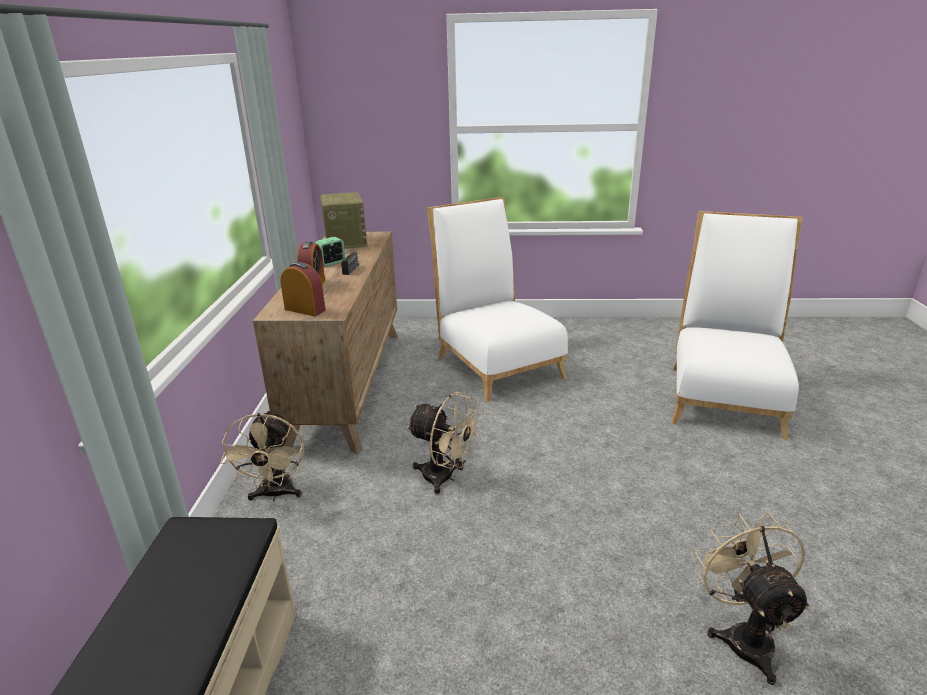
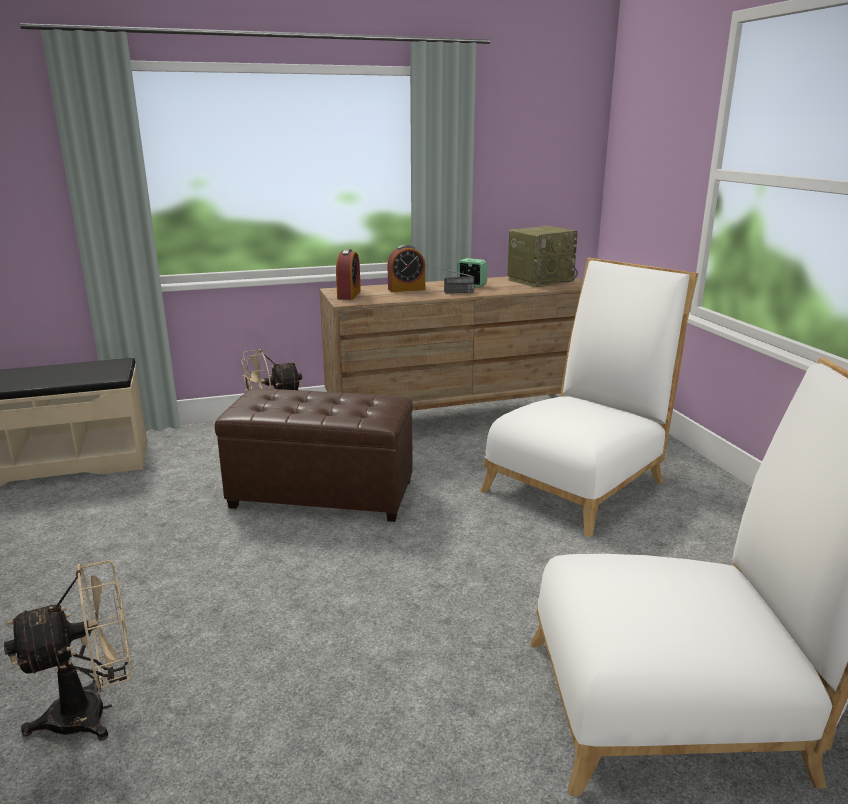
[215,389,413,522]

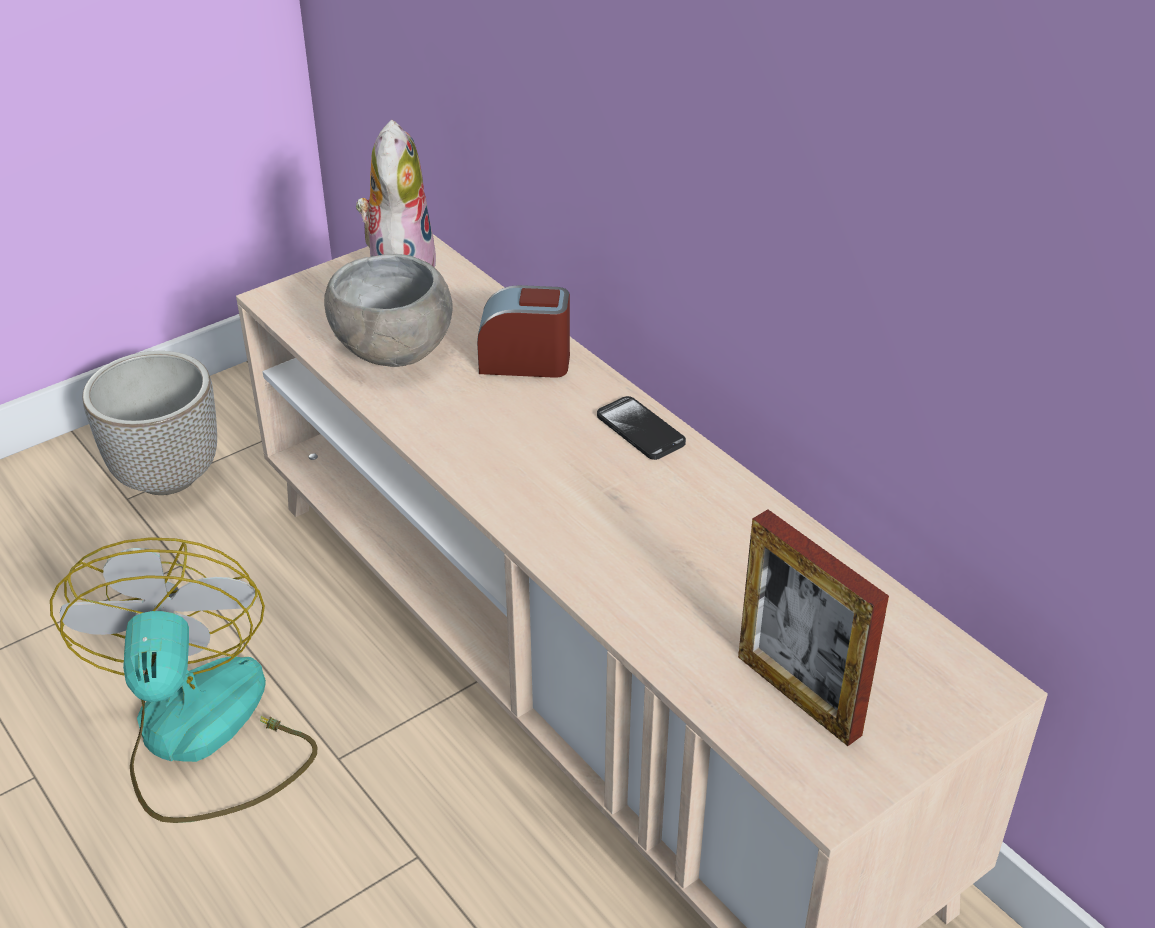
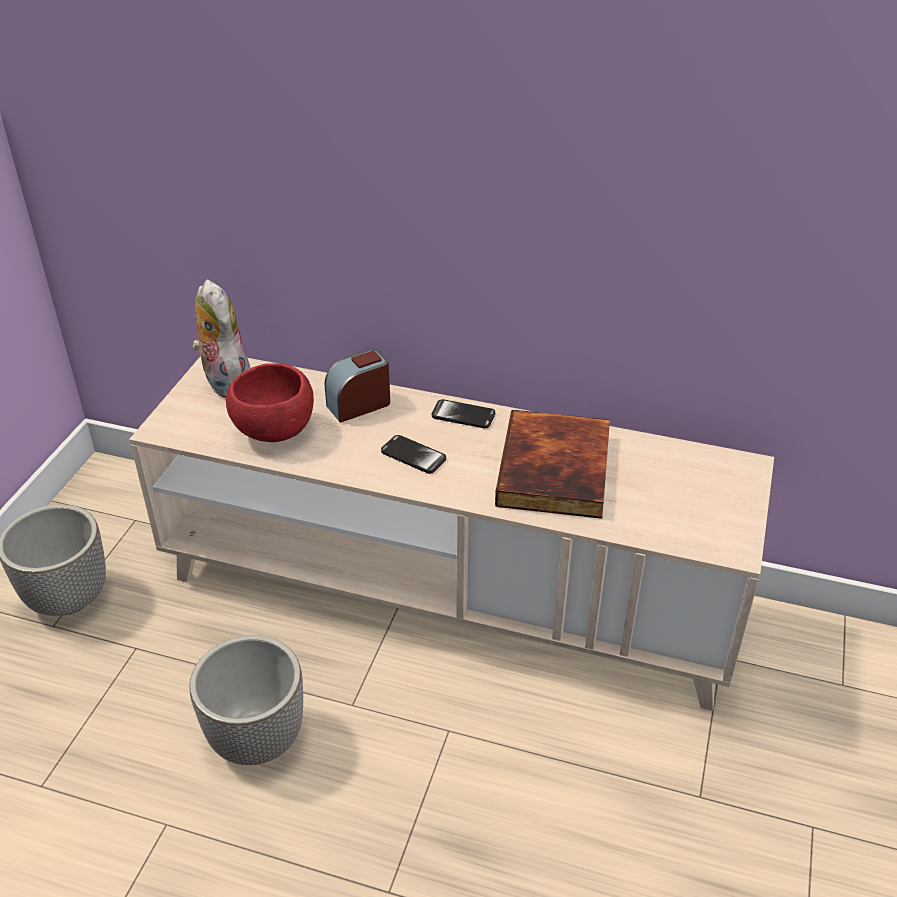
[226,363,314,442]
[738,509,889,746] (first image)
[189,635,303,765]
[495,410,610,519]
[381,435,446,474]

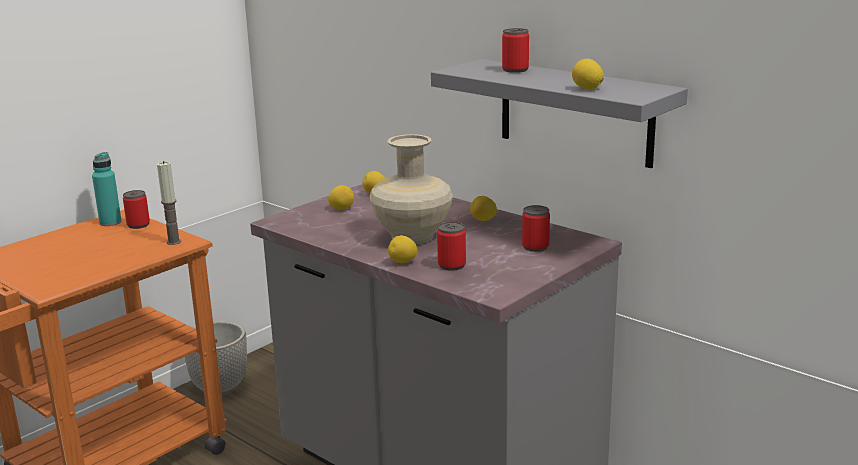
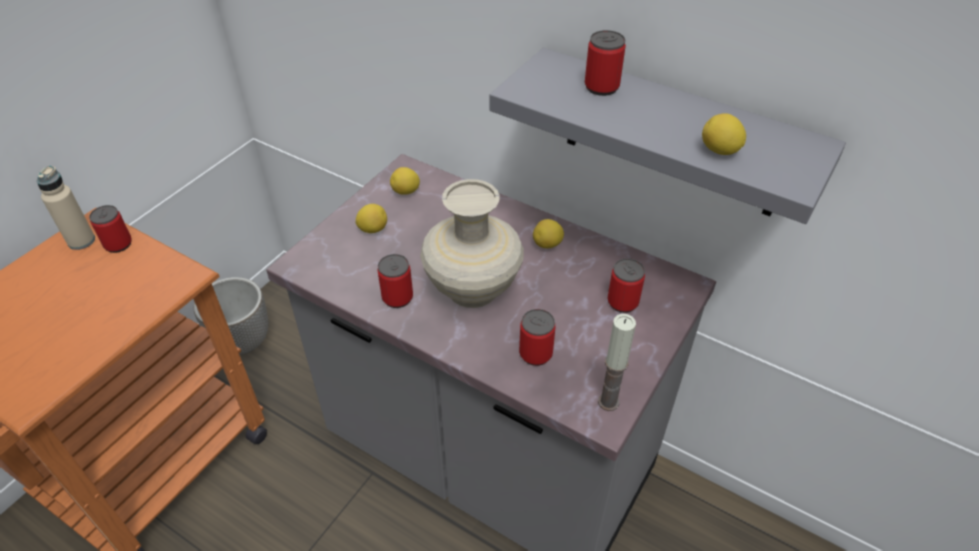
[37,166,95,250]
[598,314,636,411]
[388,235,417,263] (first image)
[378,254,413,308]

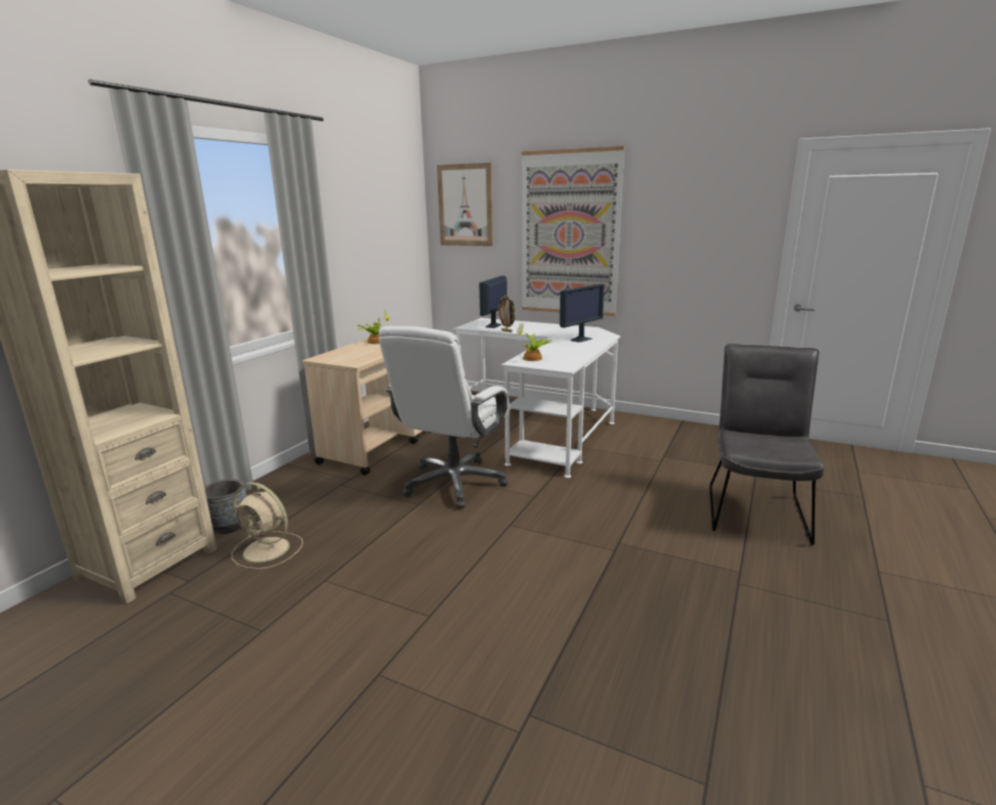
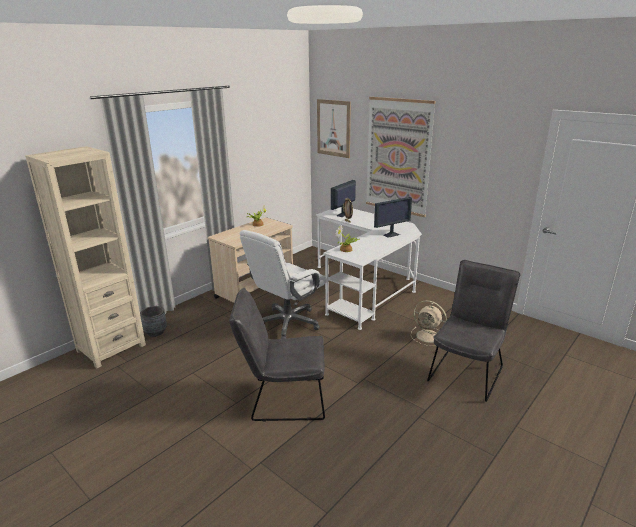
[411,300,447,346]
[229,288,325,422]

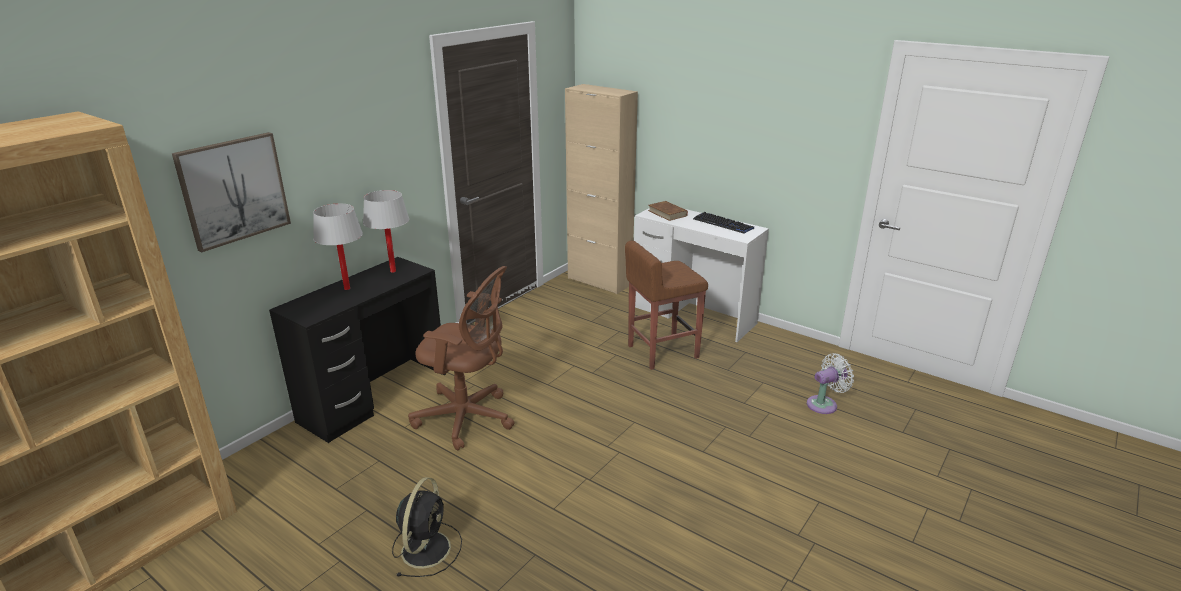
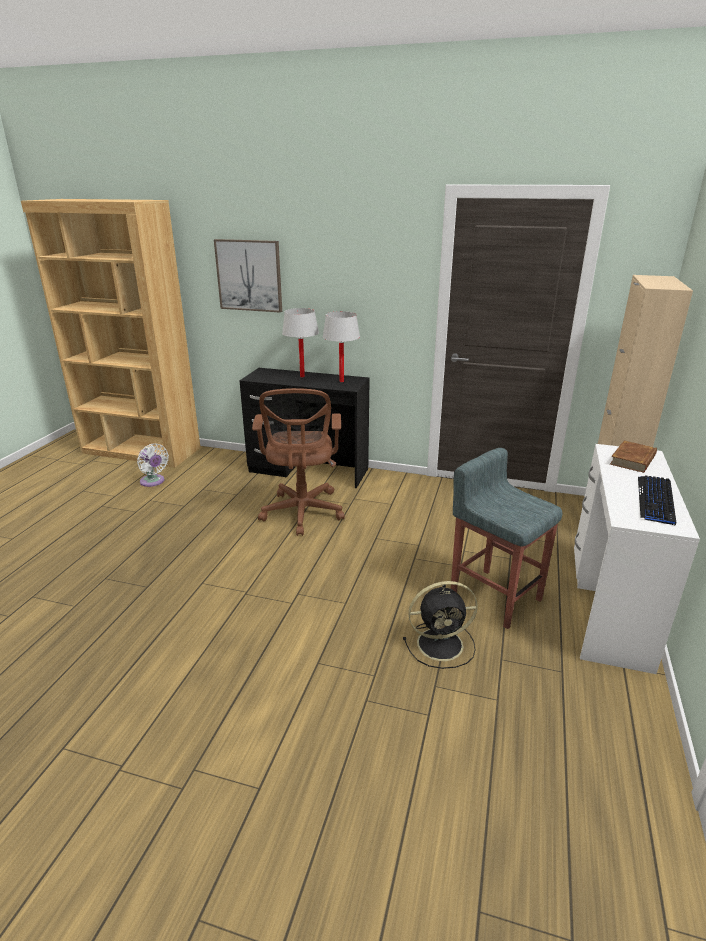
[451,448,562,629]
[137,444,169,487]
[403,581,478,669]

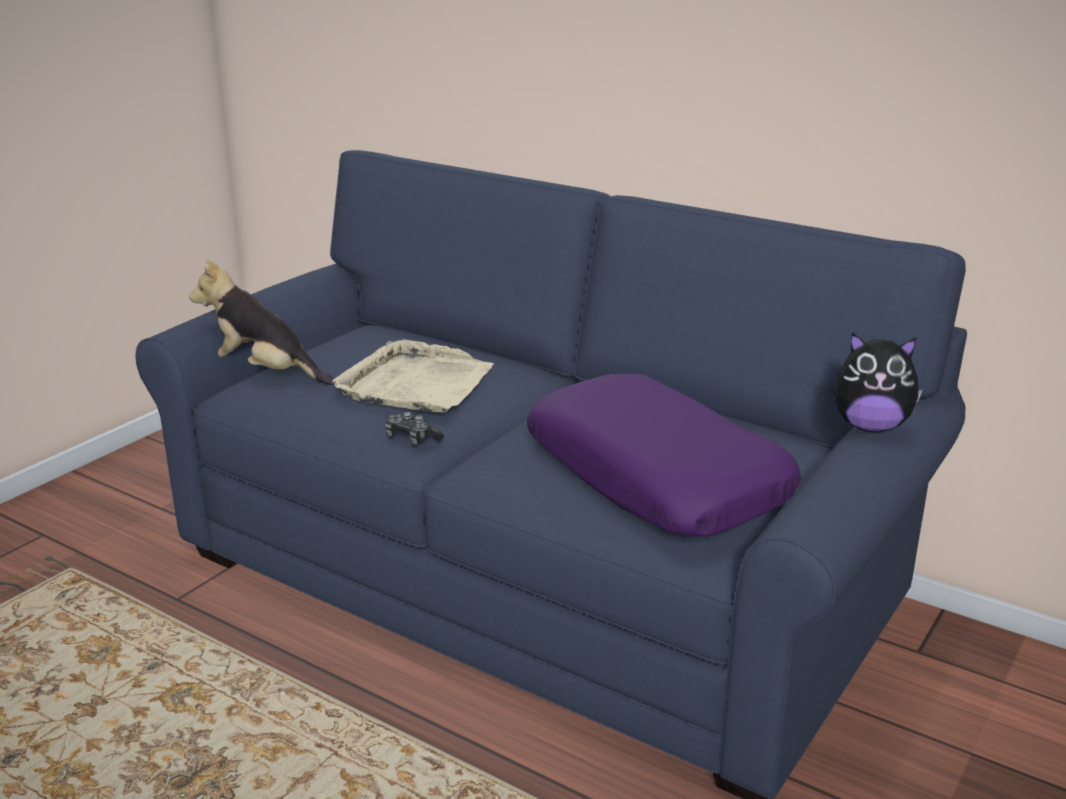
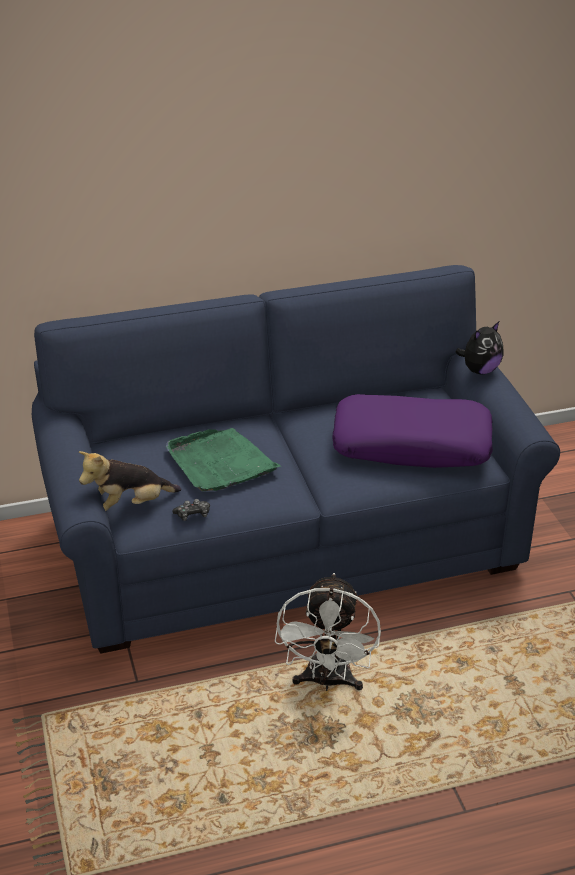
[166,428,281,491]
[172,499,210,521]
[275,573,381,691]

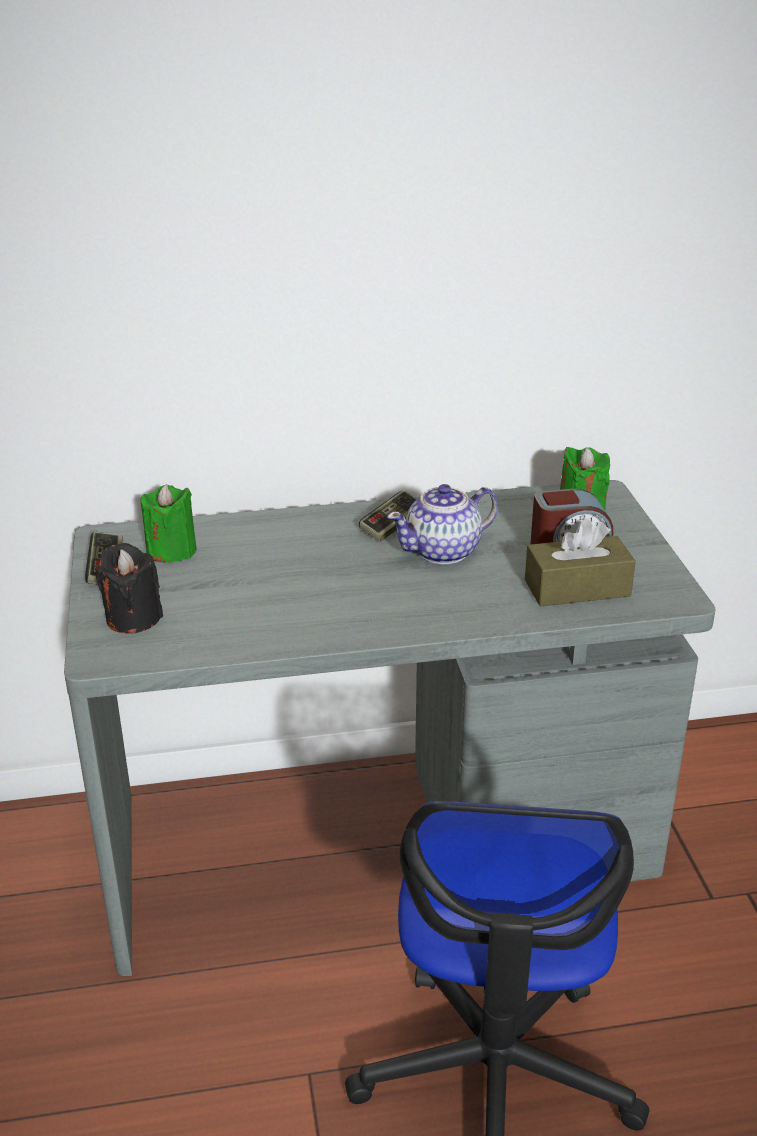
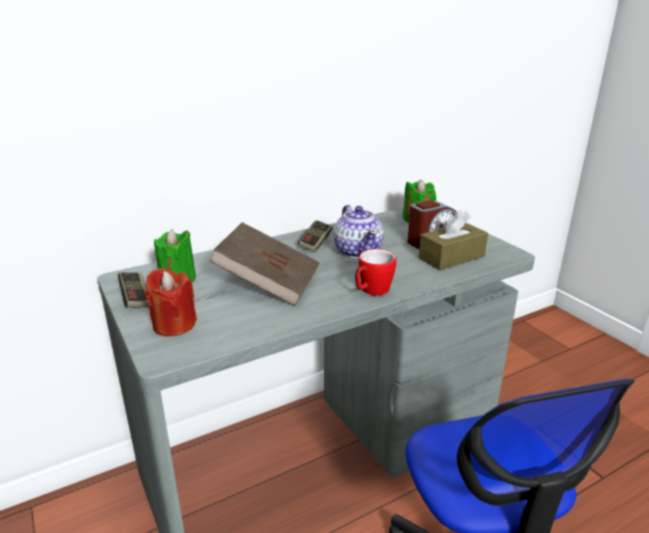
[333,205,384,259]
[145,268,197,336]
[210,222,320,306]
[355,249,396,296]

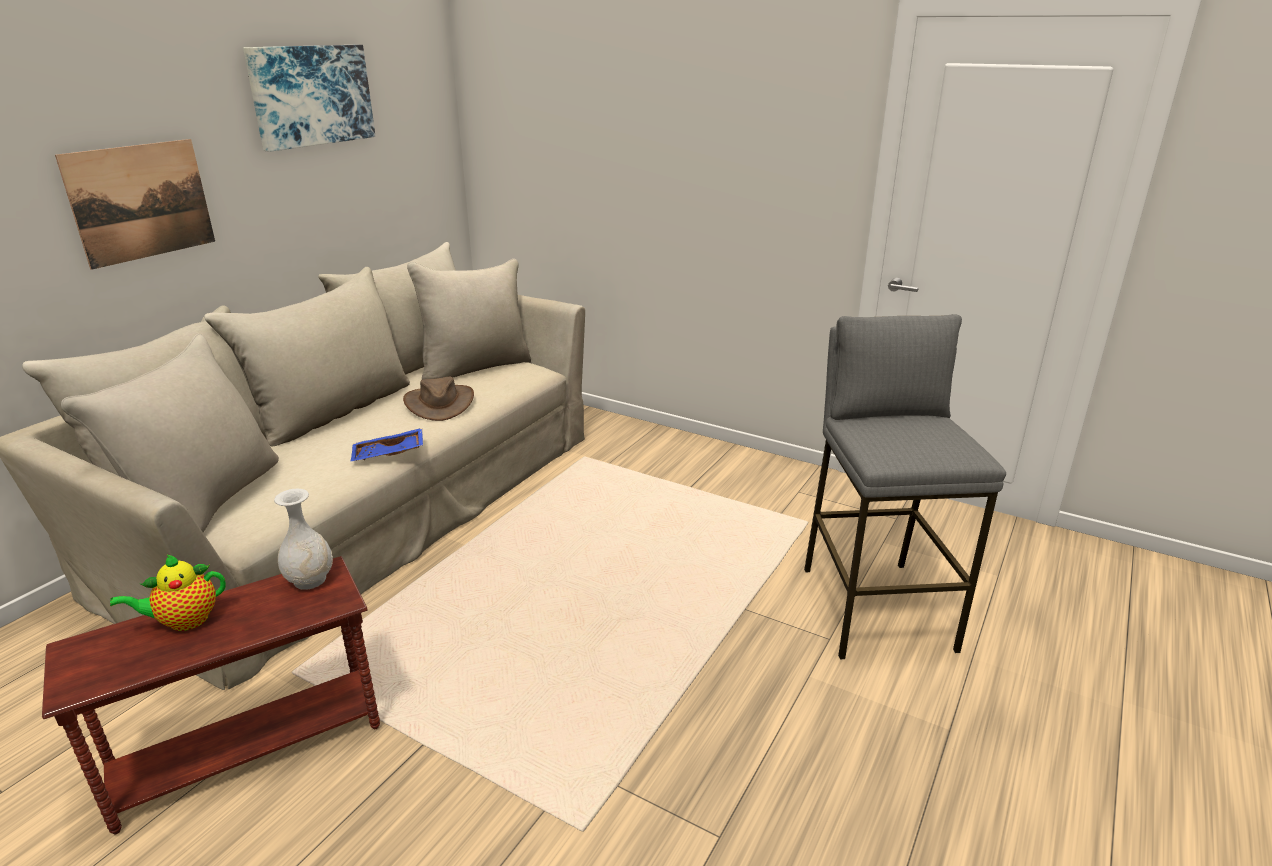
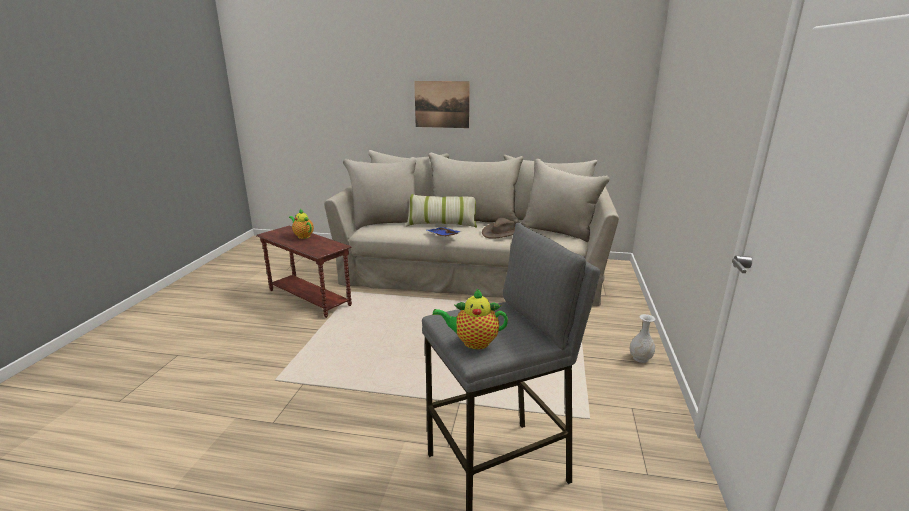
[243,45,376,152] (first image)
[630,314,656,363]
[406,194,477,228]
[433,288,508,349]

